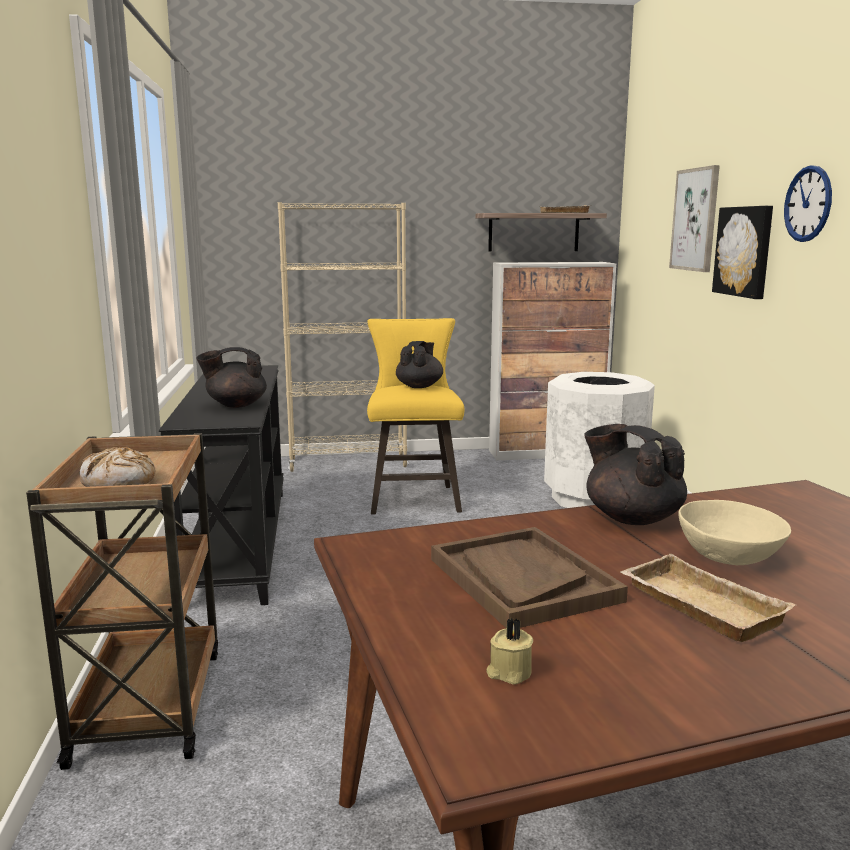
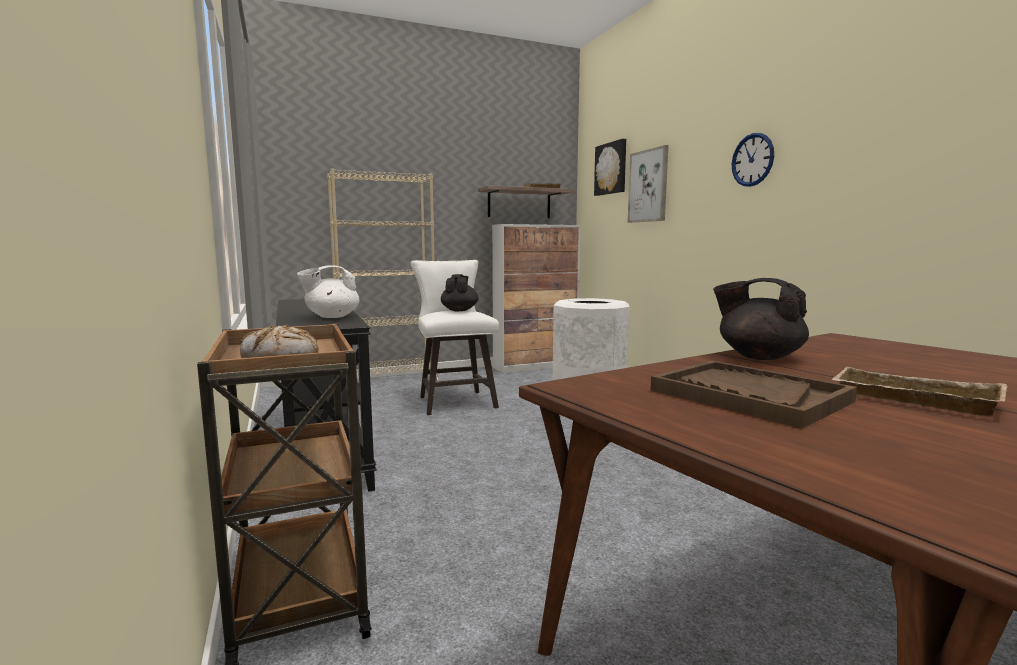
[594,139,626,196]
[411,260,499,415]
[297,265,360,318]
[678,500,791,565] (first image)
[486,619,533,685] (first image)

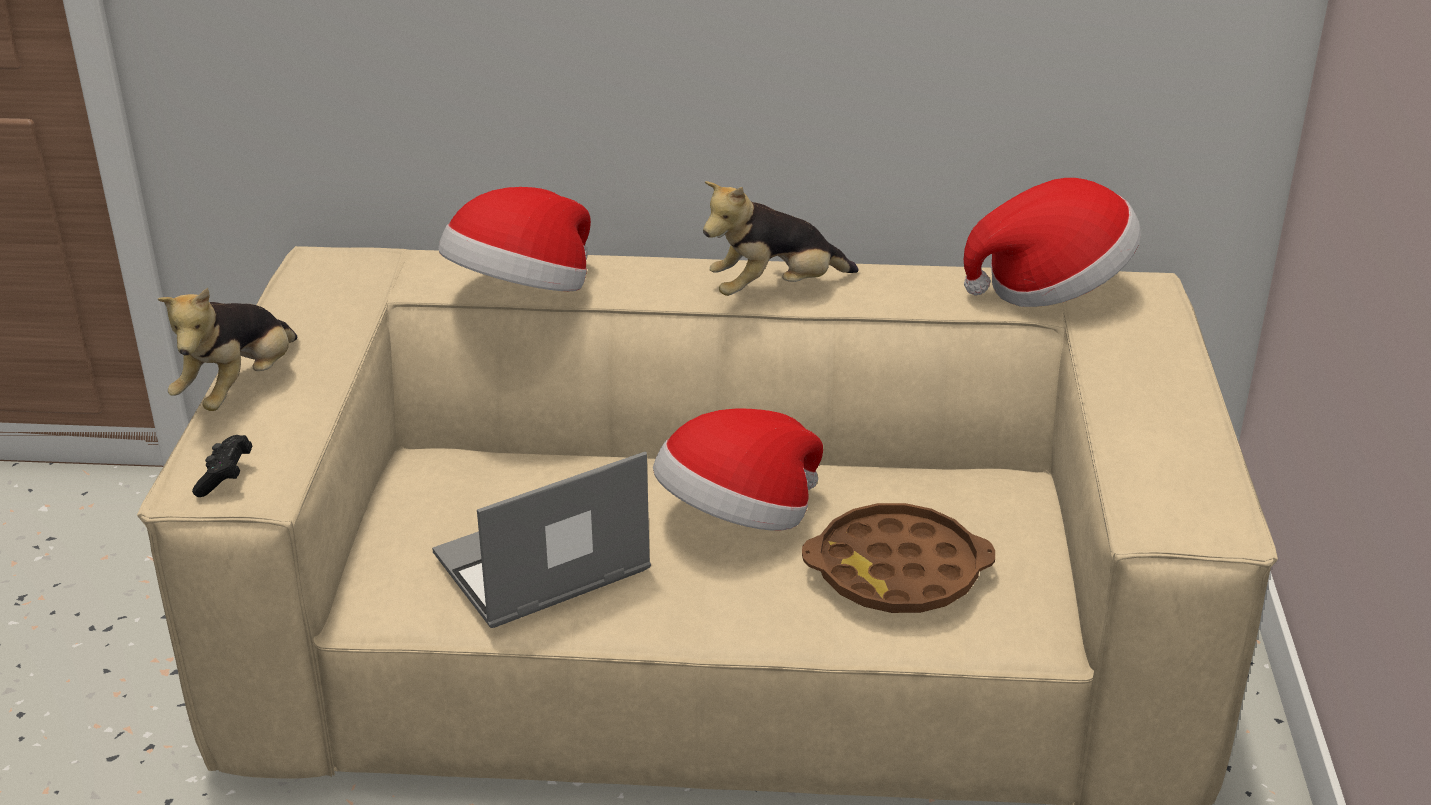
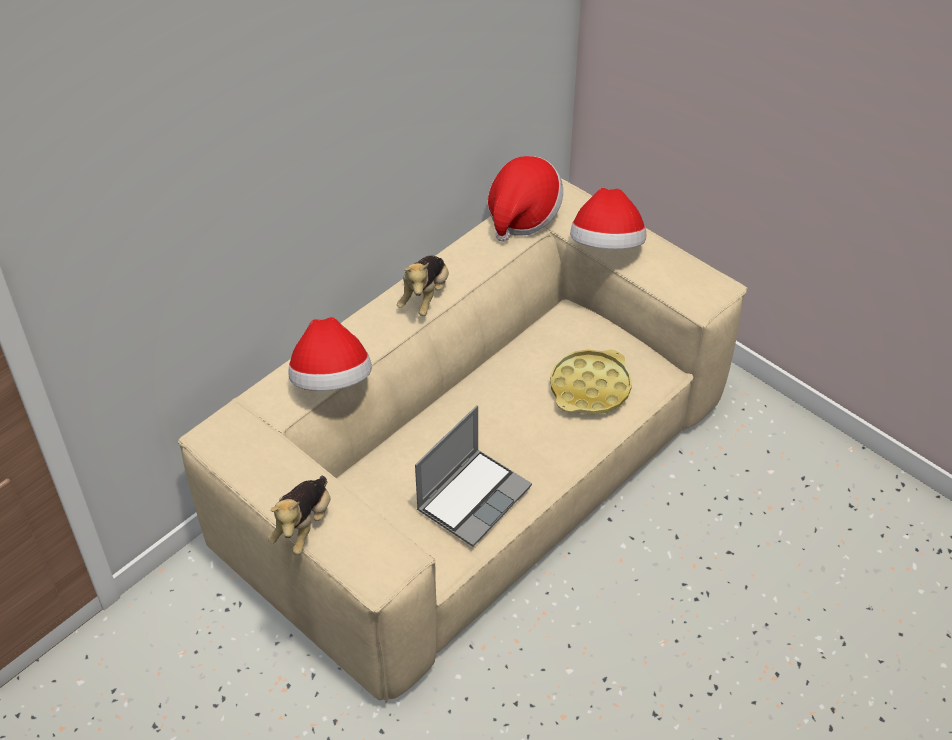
[268,476,330,555]
[570,188,646,249]
[192,435,252,497] (first image)
[415,405,532,547]
[550,350,632,415]

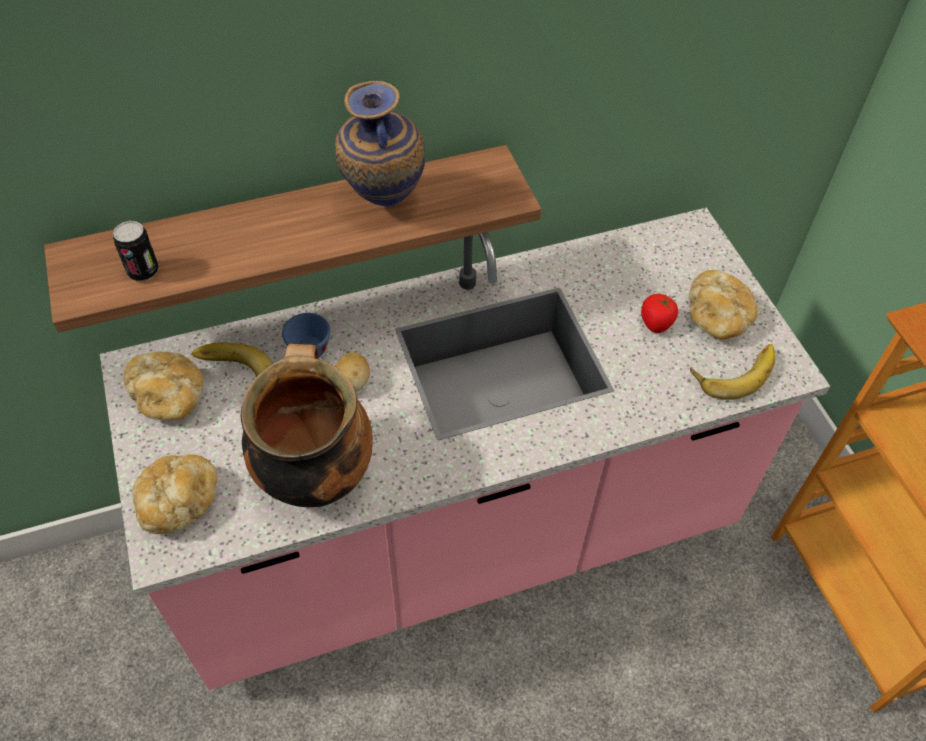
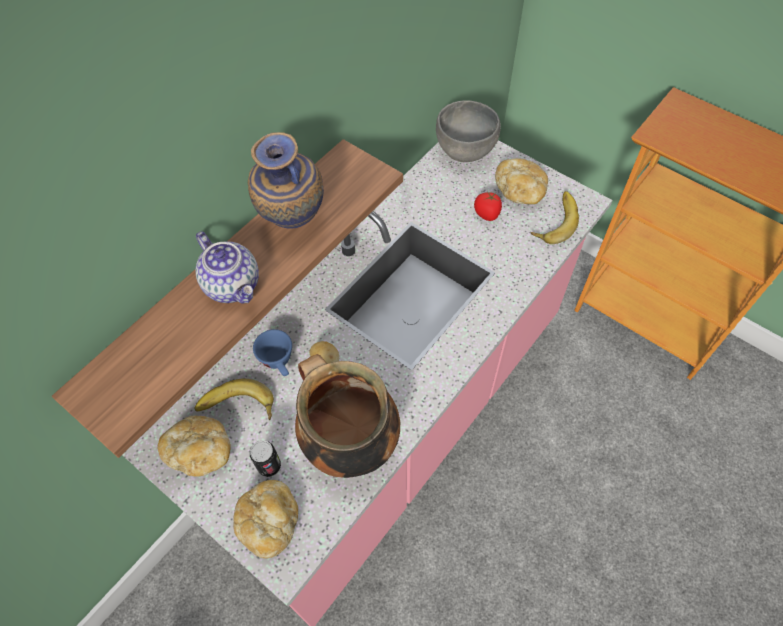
[250,440,281,477]
[436,100,501,162]
[195,231,259,303]

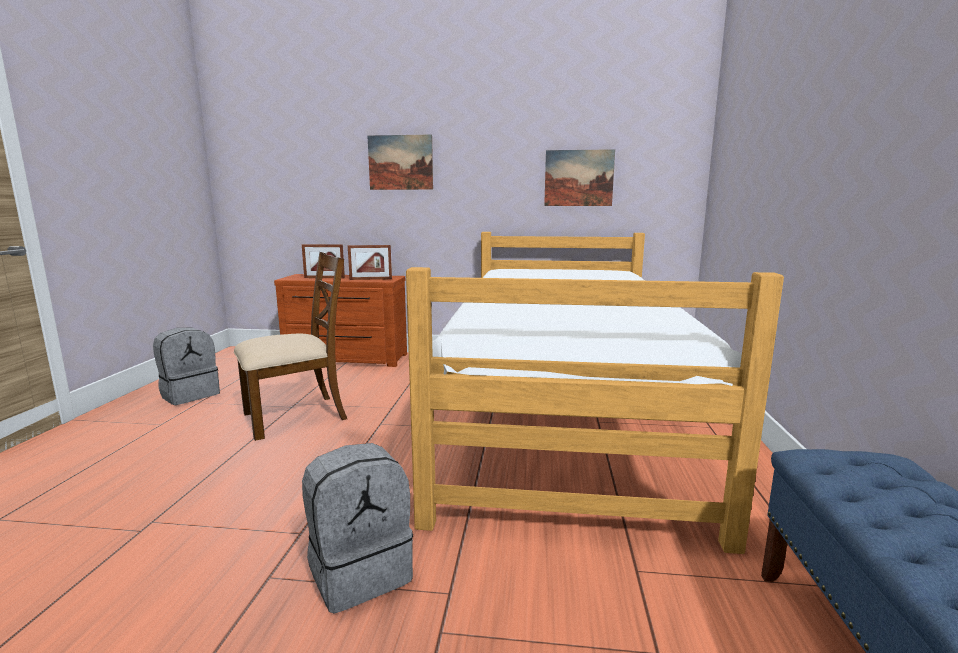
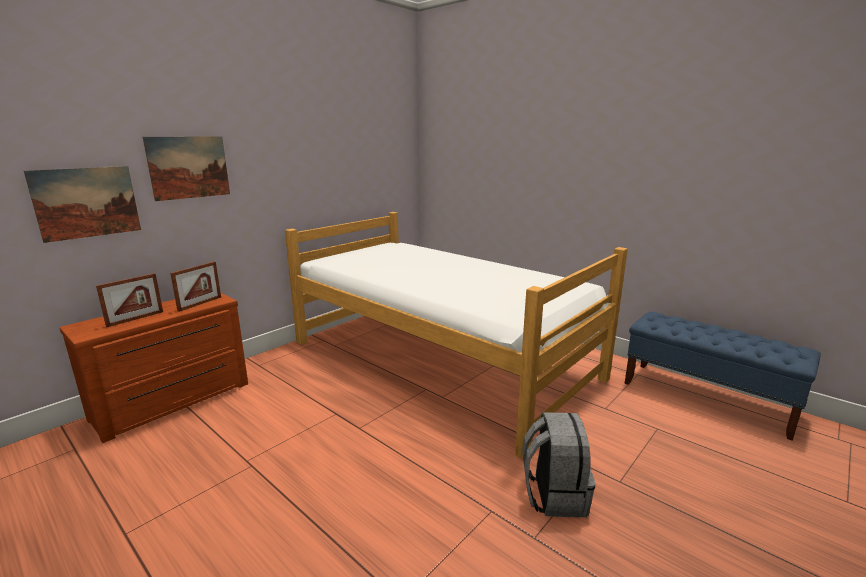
[24,166,141,243]
[234,252,347,441] (first image)
[153,328,220,405] (first image)

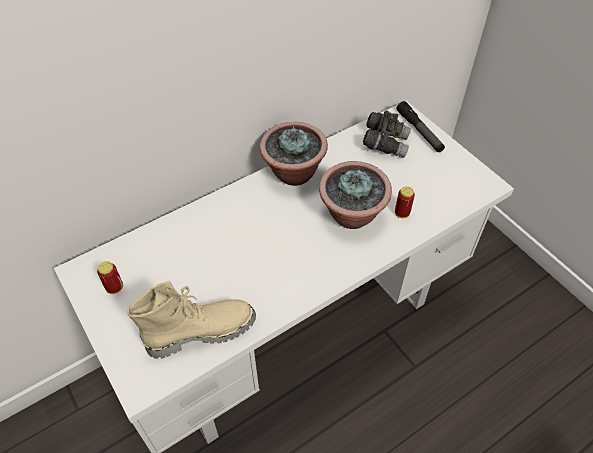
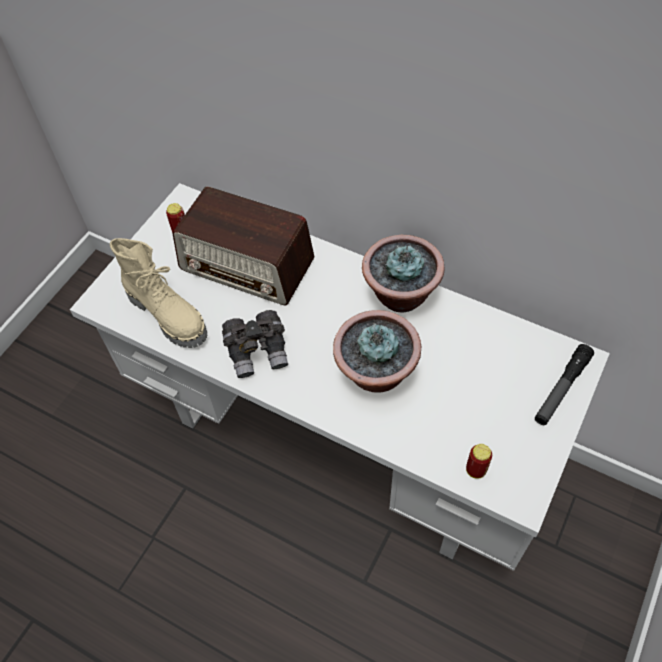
[222,310,288,378]
[466,444,492,479]
[173,186,315,306]

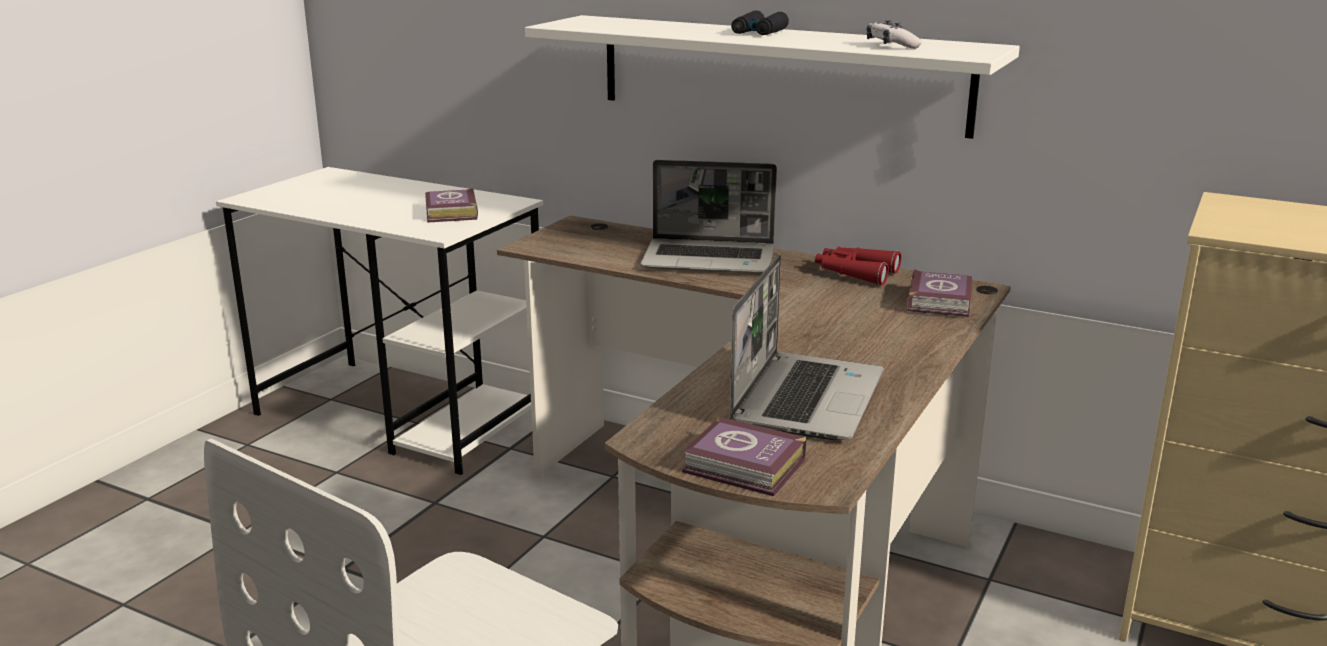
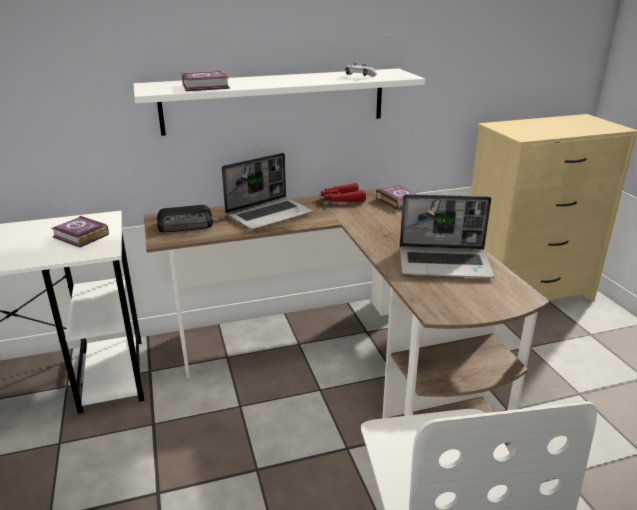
[731,10,789,35] (first image)
[399,194,495,278]
[182,71,230,91]
[157,205,213,232]

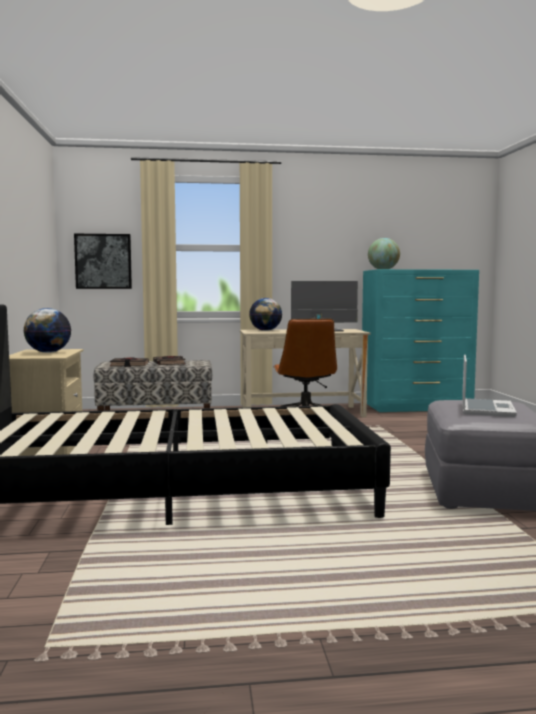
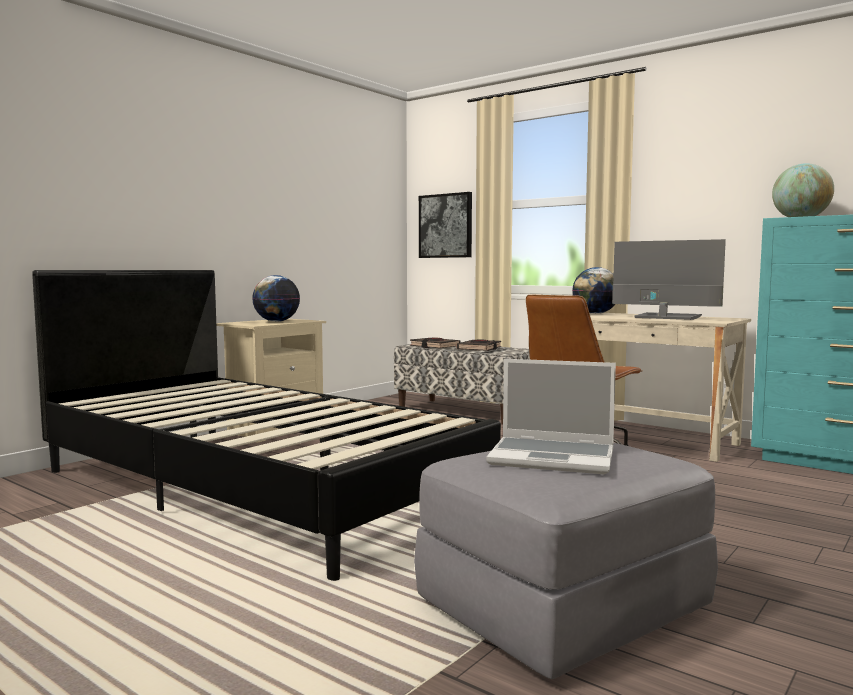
[486,359,616,475]

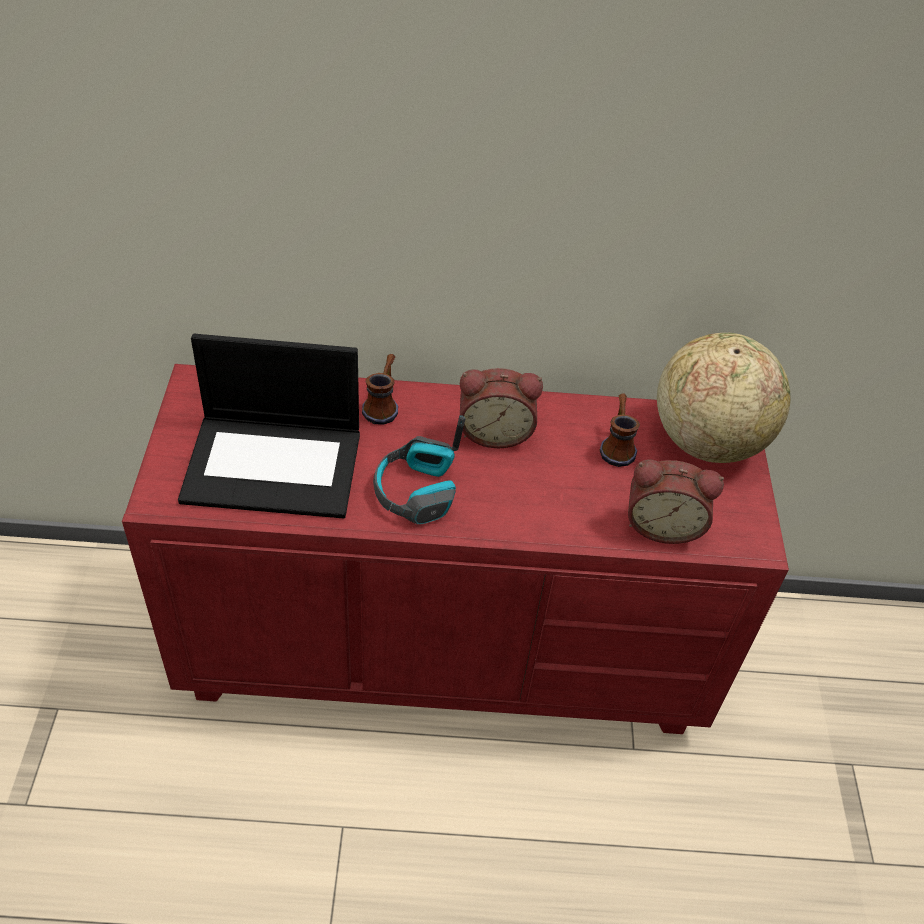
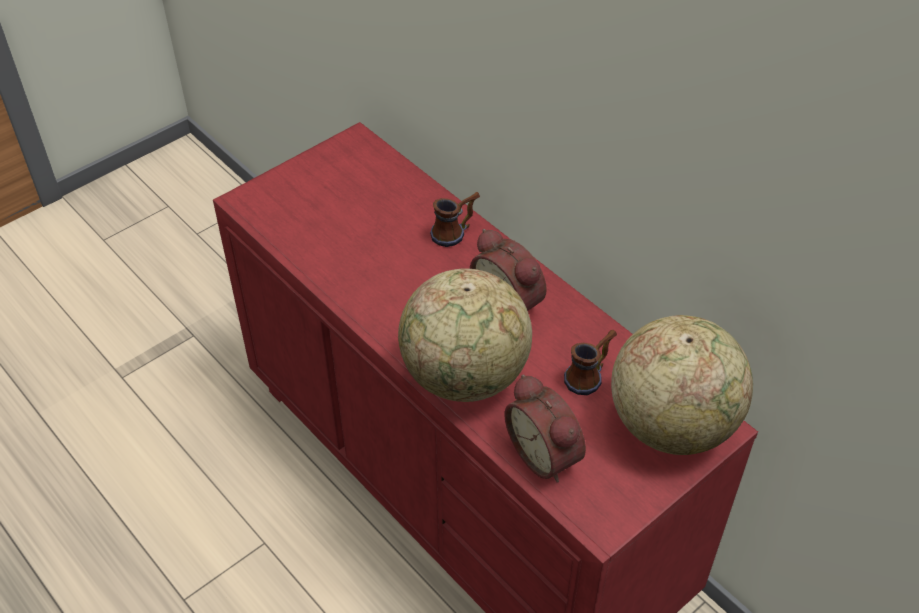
[178,334,360,519] (first image)
[373,415,466,525] (first image)
[398,268,532,402]

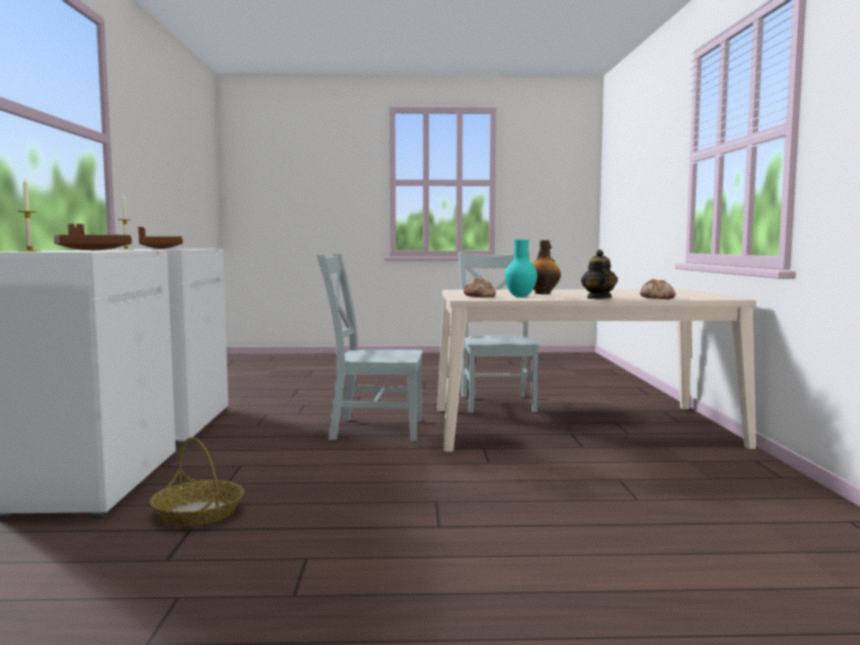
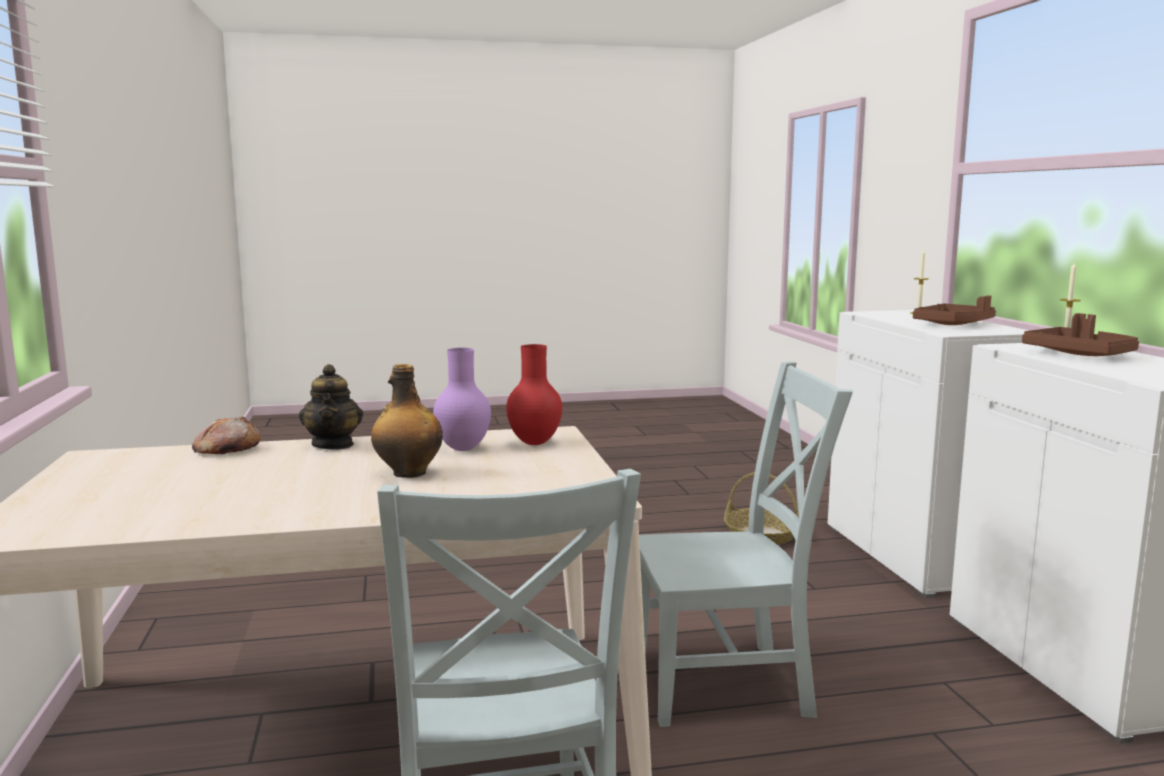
[433,348,491,451]
[506,344,562,445]

